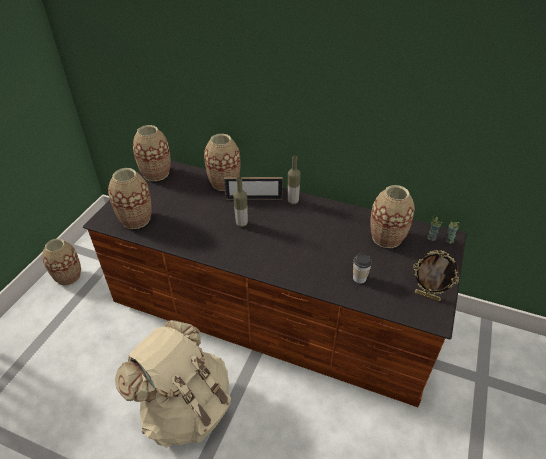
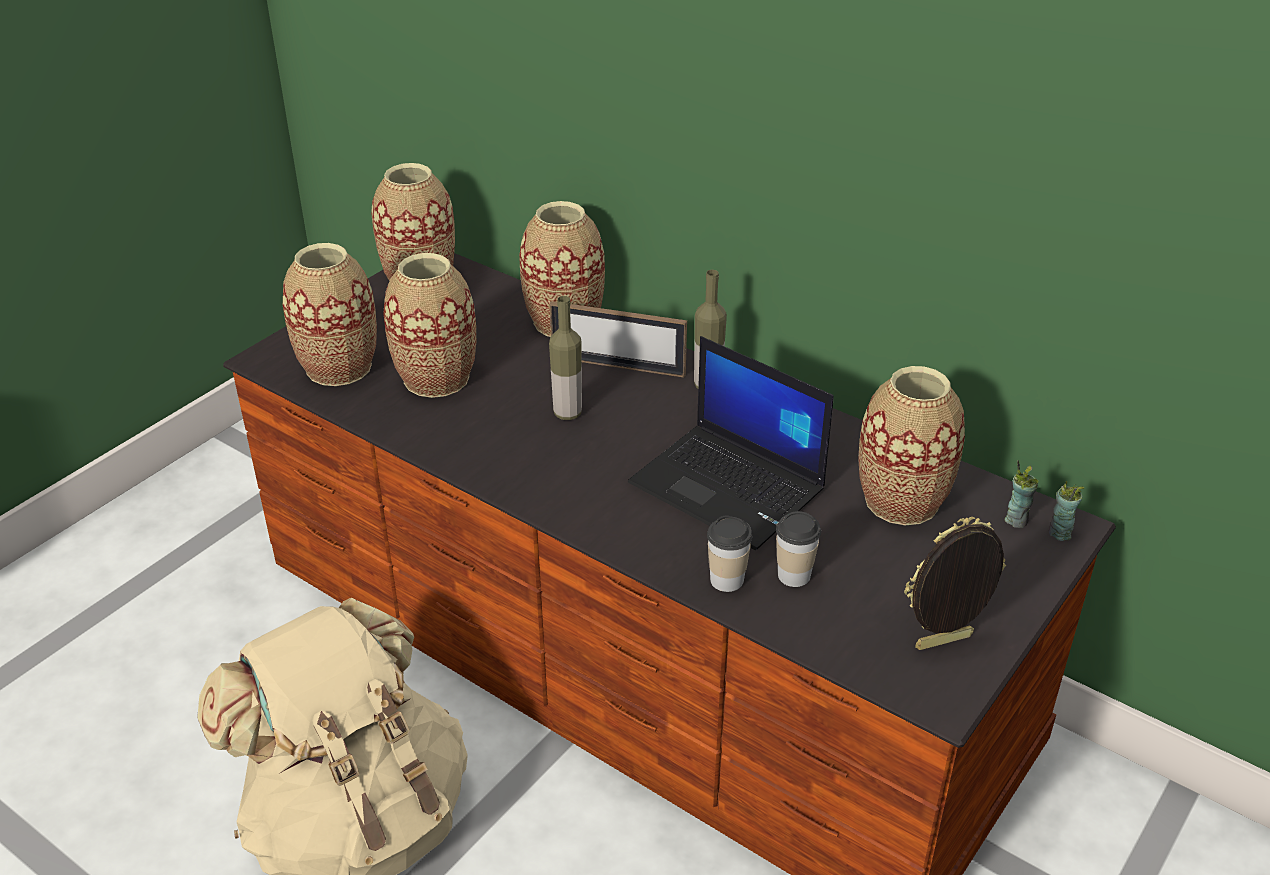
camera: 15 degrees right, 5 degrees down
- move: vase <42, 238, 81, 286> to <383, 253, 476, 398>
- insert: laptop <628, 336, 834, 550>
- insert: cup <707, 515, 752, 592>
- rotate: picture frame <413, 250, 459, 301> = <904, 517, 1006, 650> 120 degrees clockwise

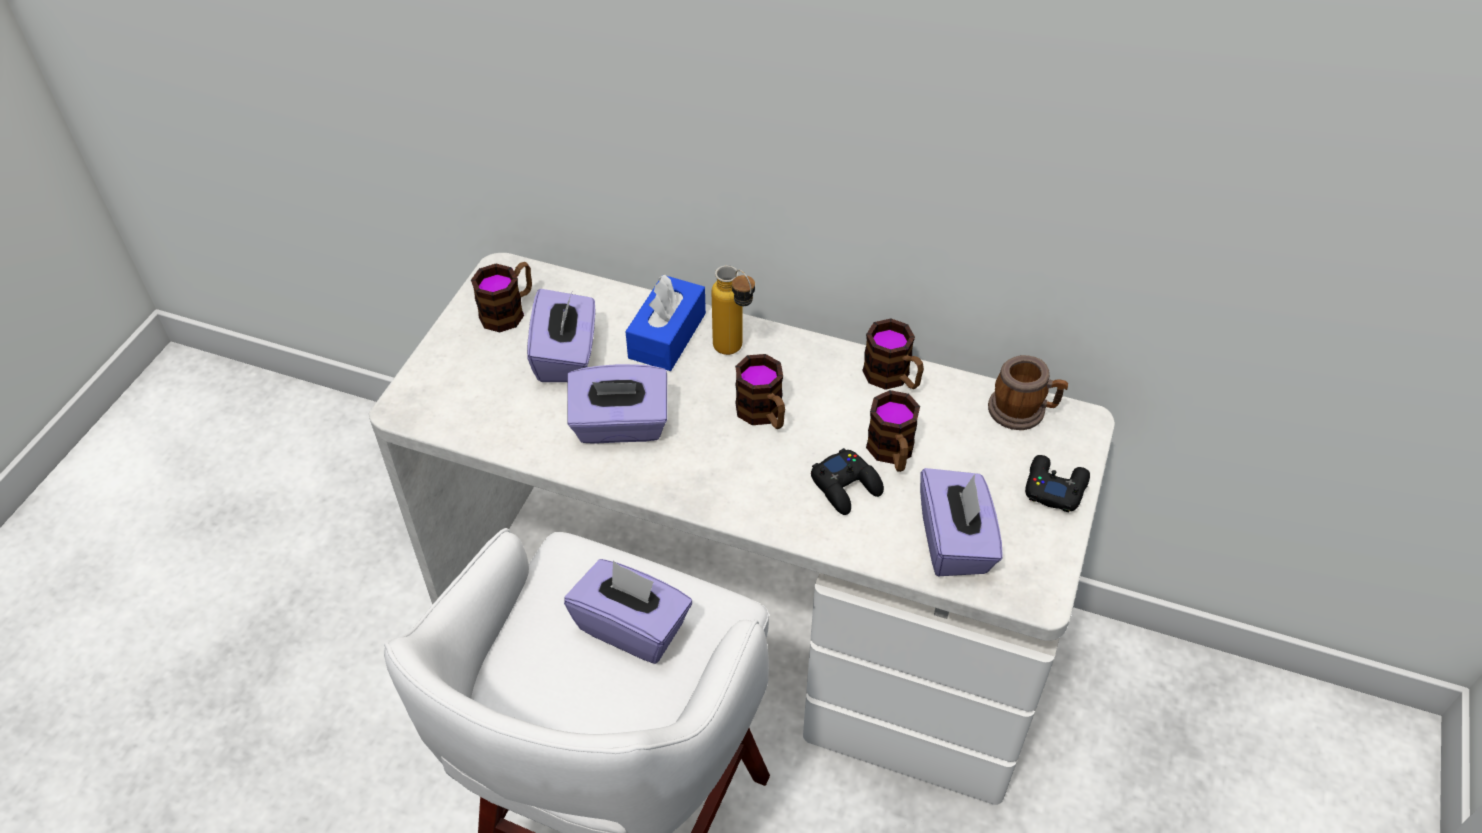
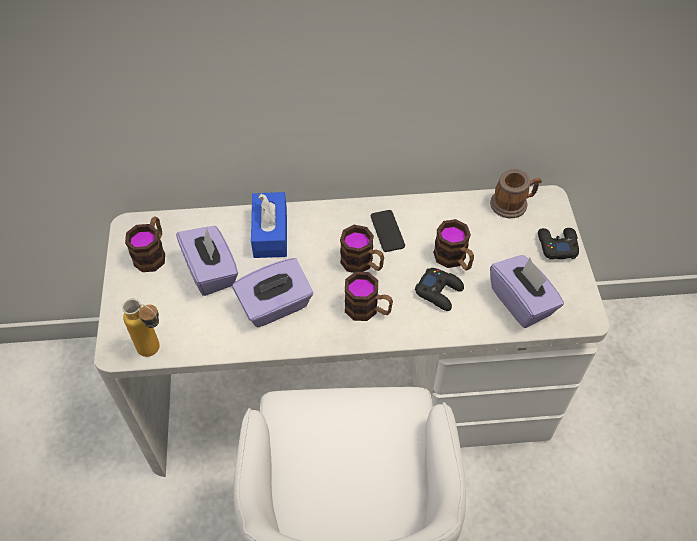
camera: 25 degrees left, 5 degrees up
- move: bottle <711, 265, 755, 355> to <122, 299, 160, 357>
- move: mug <862, 318, 924, 390> to <345, 272, 393, 321>
- insert: phone <371, 210, 405, 252>
- delete: purple tissue box <564, 559, 692, 664>

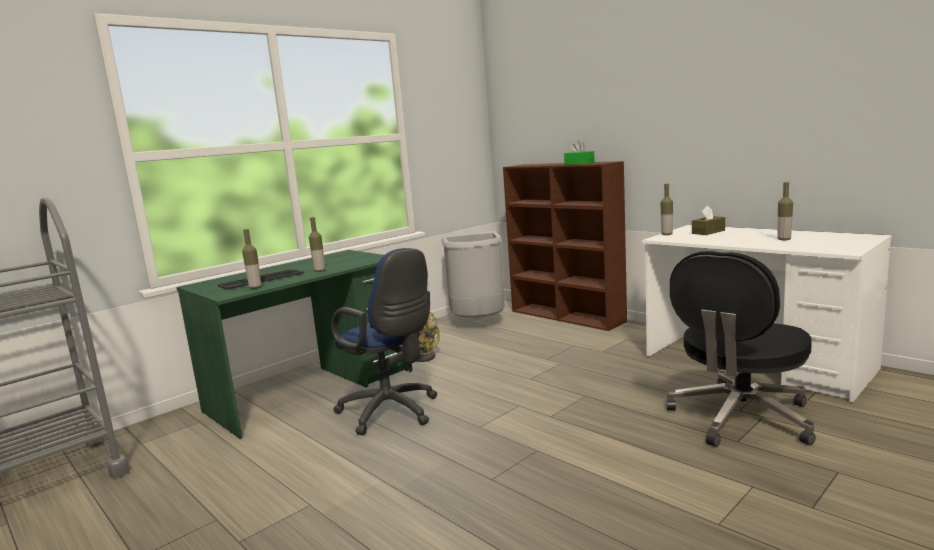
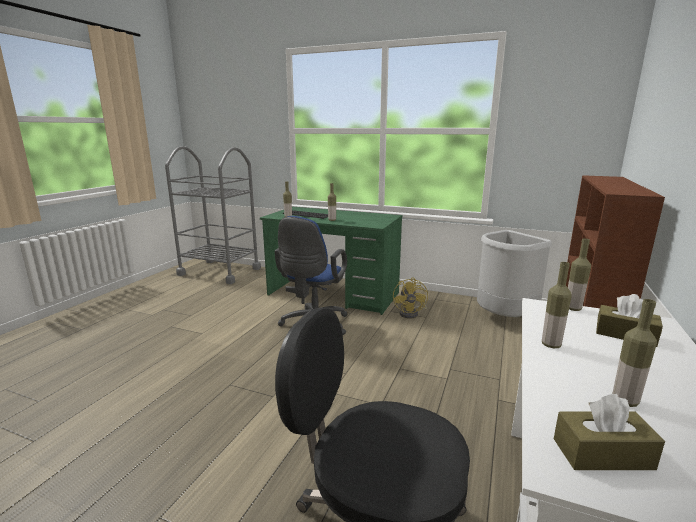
camera: 65 degrees right, 5 degrees up
- insert: bottle <542, 262, 572, 348>
- insert: brown tissue box <554, 394, 665, 470>
- delete: green tissue box <564, 141, 595, 165>

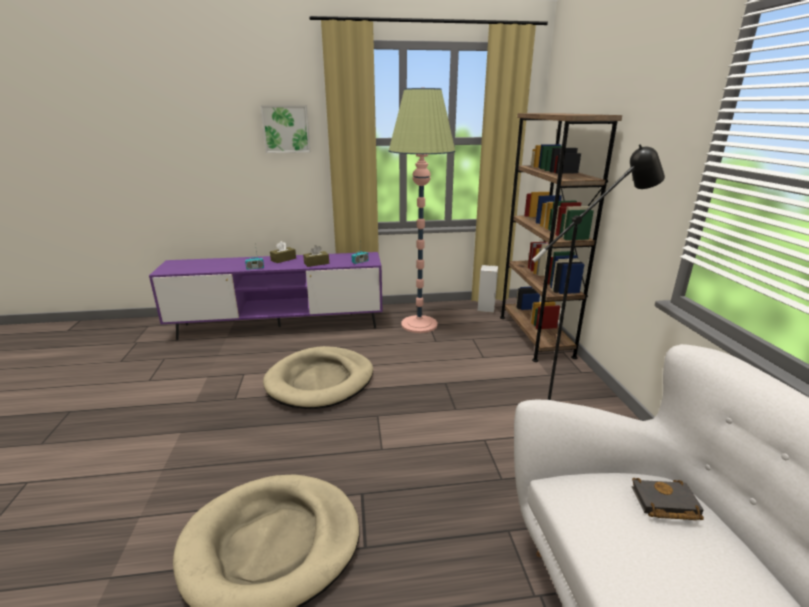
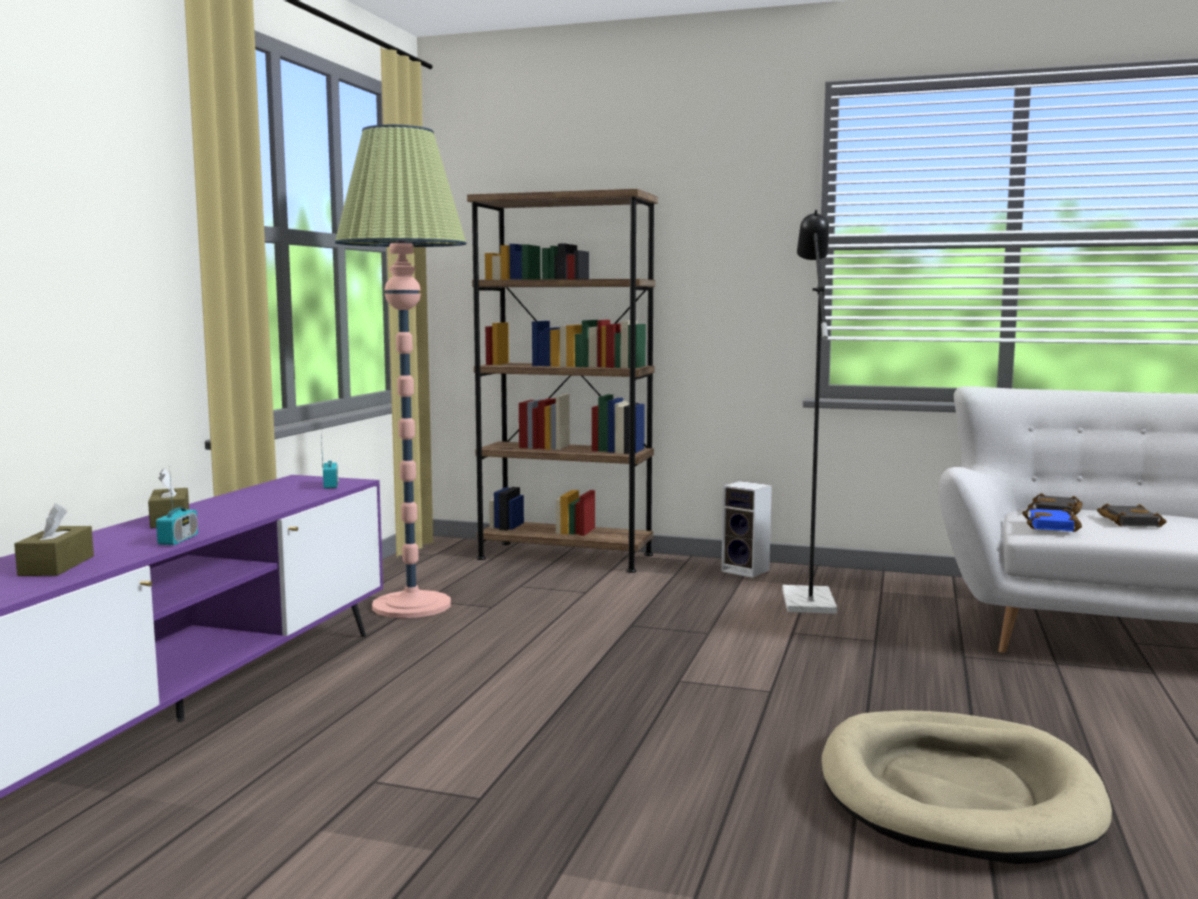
camera: 65 degrees left, 15 degrees down
- move: brown tissue box <303, 245, 329, 267> to <14, 503, 94, 576>
- move: speaker <478, 265, 498, 313> to <721, 481, 772, 578>
- insert: blue book <1022, 507, 1082, 532>
- insert: black book <1097, 503, 1167, 527>
- delete: picture <260, 105, 310, 153>
- delete: beige dog bed <263, 346, 373, 409>

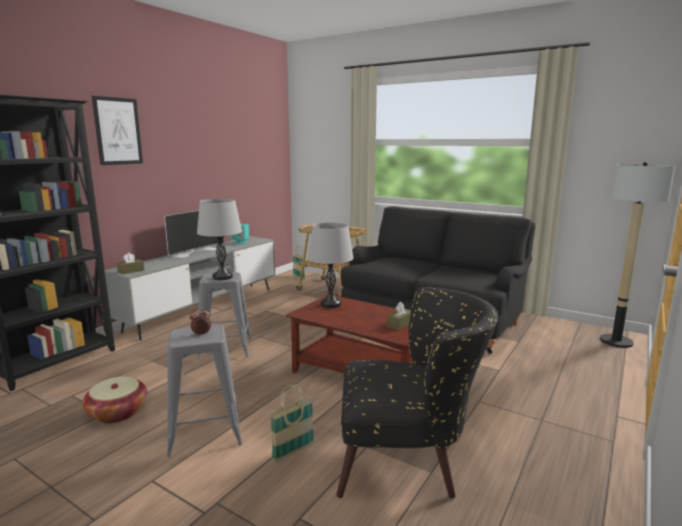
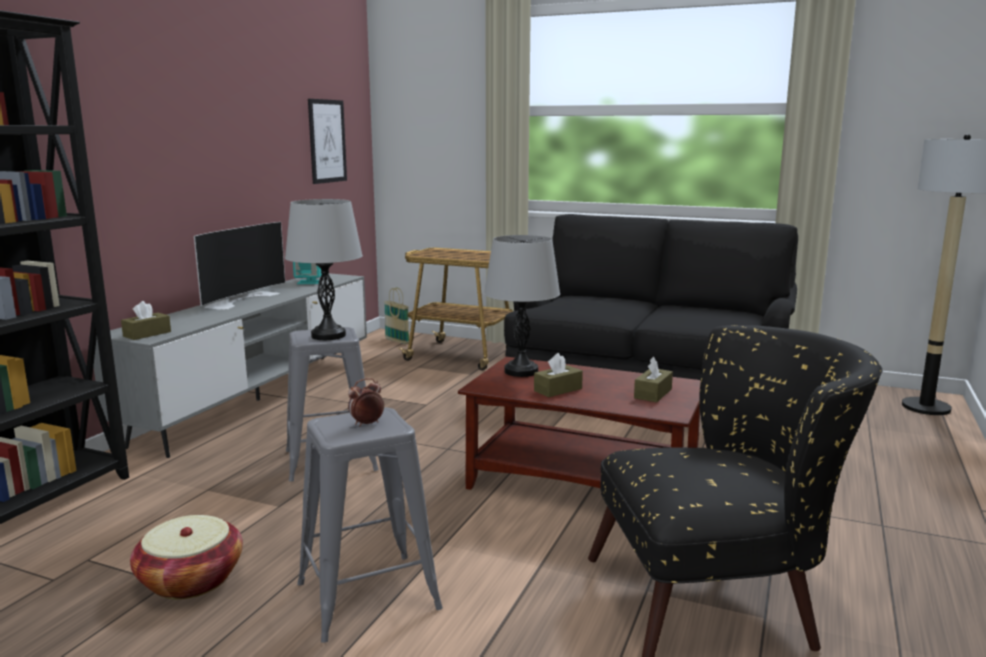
camera: 10 degrees left, 0 degrees up
- move: picture <92, 96, 143, 165> to <308, 99, 347, 184>
- insert: brown tissue box <534, 353, 583, 397>
- delete: basket <270, 384, 314, 462>

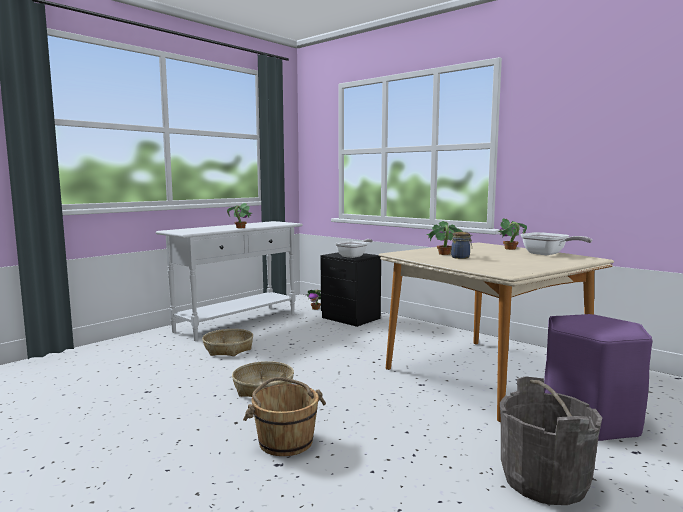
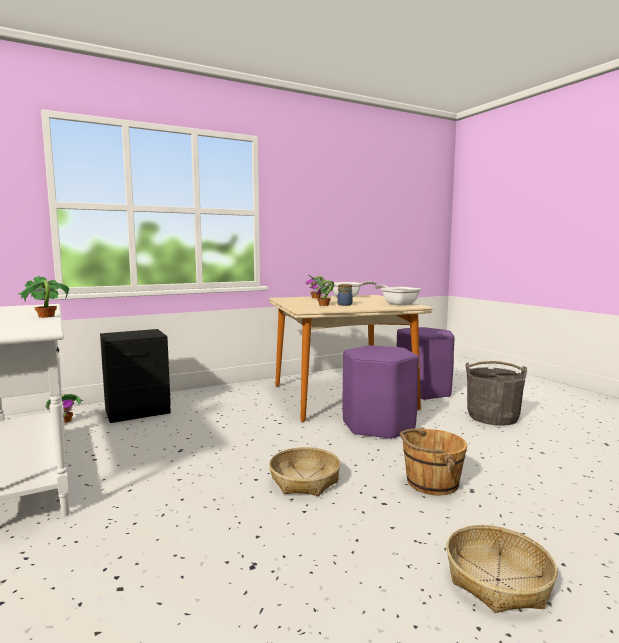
camera: 70 degrees left, 0 degrees up
- insert: purple stool <343, 345, 419, 439>
- move: frying pan <335, 239, 373, 258> to <375, 285, 421, 306>
- move: basket <202, 329, 253, 356> to <446, 525, 557, 613>

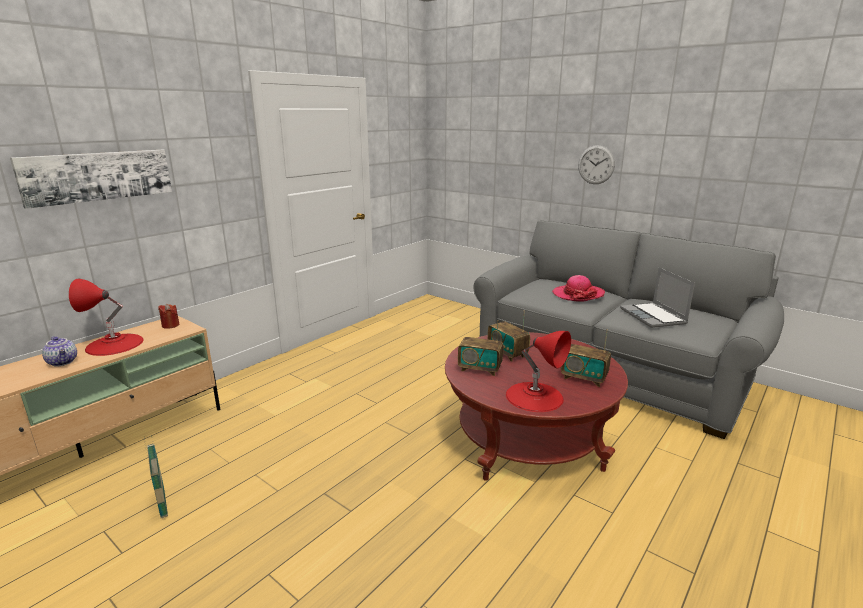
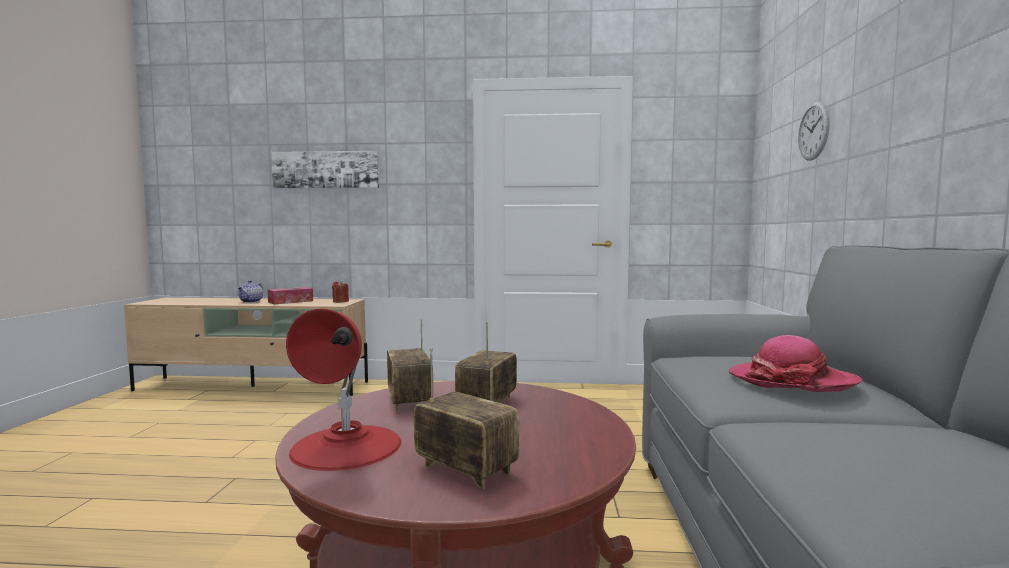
camera: 55 degrees right, 15 degrees down
- replace: red table lamp <69, 279, 143, 356> to tissue box <267, 287, 313, 305>
- rotate: radio <561, 329, 611, 387> = <414, 348, 519, 489> 135 degrees clockwise
- move: wall clock <578, 145, 615, 184> to <798, 101, 830, 161>
- delete: basket <144, 435, 168, 518>
- delete: laptop <620, 267, 695, 328>

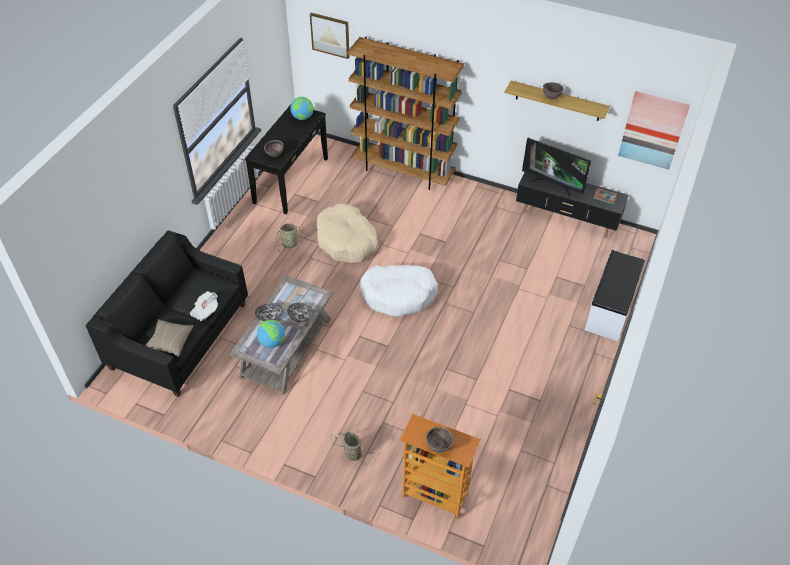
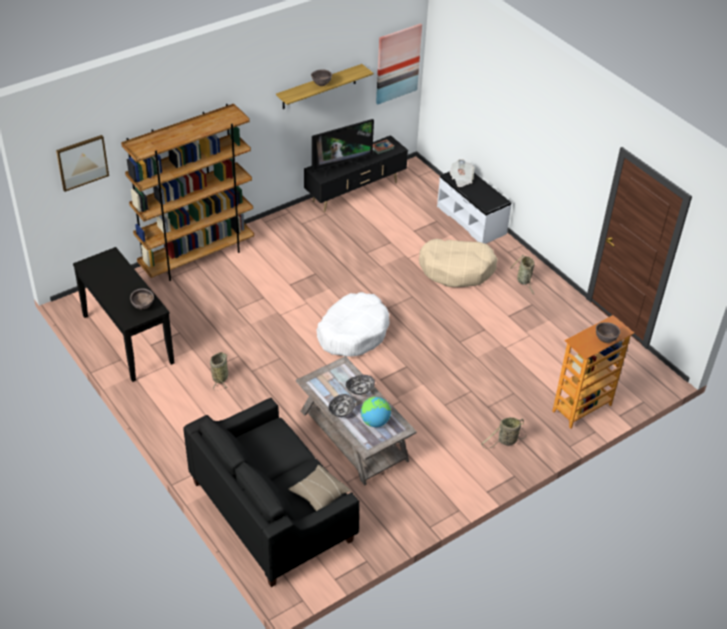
camera: 60 degrees left, 5 degrees down
- move: beige dog bed <317, 203, 378, 263> to <419, 239, 498, 287>
- move: newspaper <190, 291, 218, 321> to <449, 159, 474, 187>
- insert: basket <510, 255, 535, 294>
- delete: globe <290, 97, 313, 120>

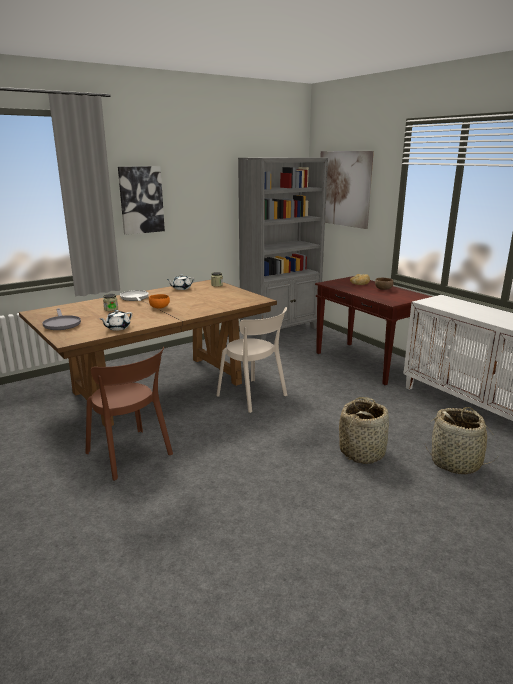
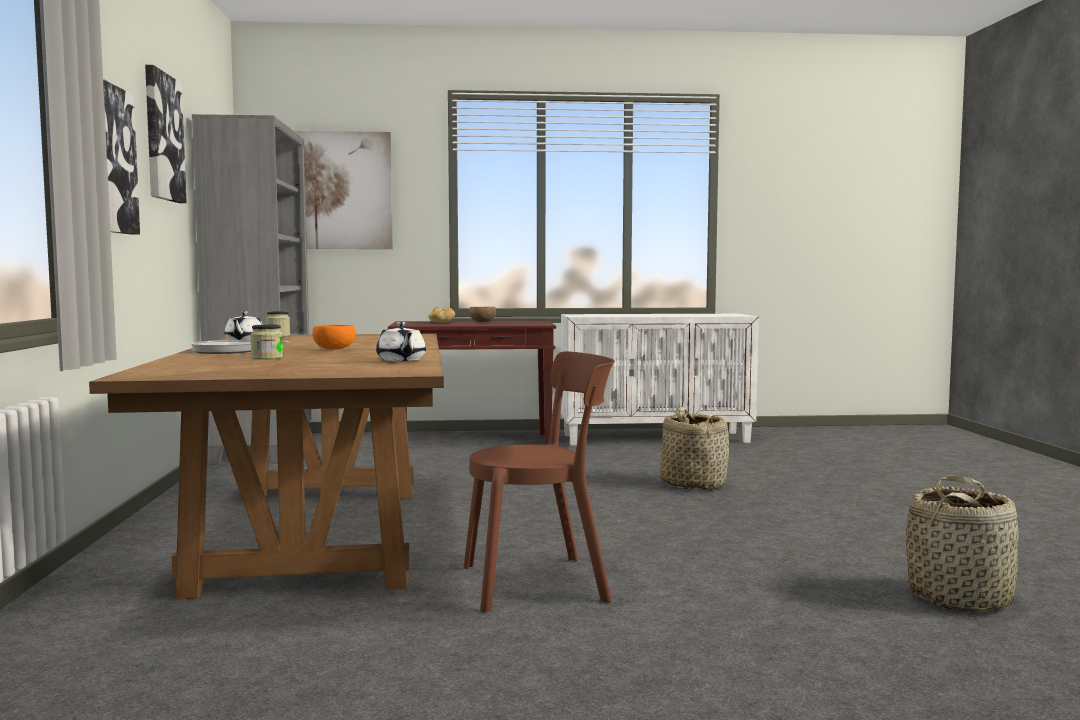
camera: 60 degrees left, 15 degrees down
- insert: picture <145, 65, 187, 203>
- move: basket <426, 407, 498, 474> to <906, 475, 1019, 613>
- delete: grey frying pan <43, 308, 81, 330>
- delete: beige chair <216, 307, 287, 413>

